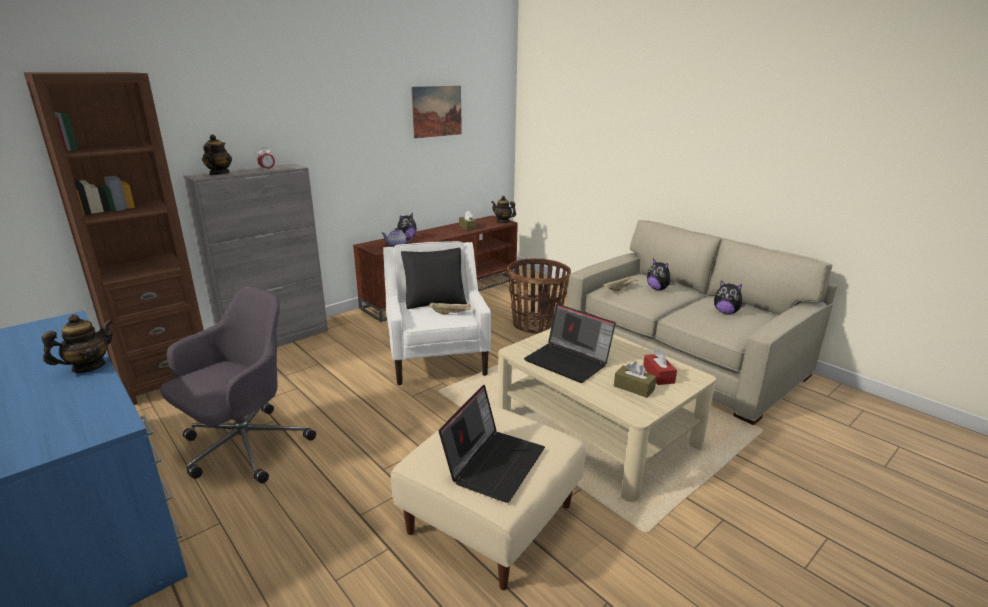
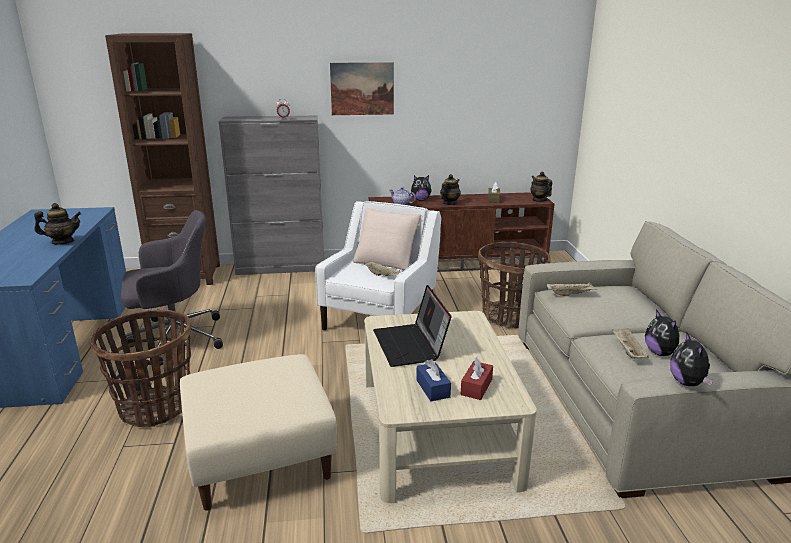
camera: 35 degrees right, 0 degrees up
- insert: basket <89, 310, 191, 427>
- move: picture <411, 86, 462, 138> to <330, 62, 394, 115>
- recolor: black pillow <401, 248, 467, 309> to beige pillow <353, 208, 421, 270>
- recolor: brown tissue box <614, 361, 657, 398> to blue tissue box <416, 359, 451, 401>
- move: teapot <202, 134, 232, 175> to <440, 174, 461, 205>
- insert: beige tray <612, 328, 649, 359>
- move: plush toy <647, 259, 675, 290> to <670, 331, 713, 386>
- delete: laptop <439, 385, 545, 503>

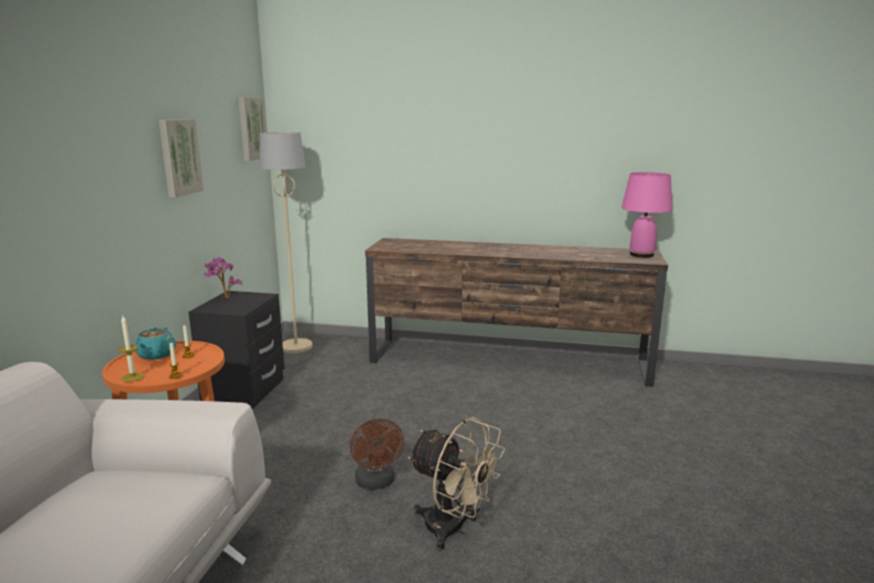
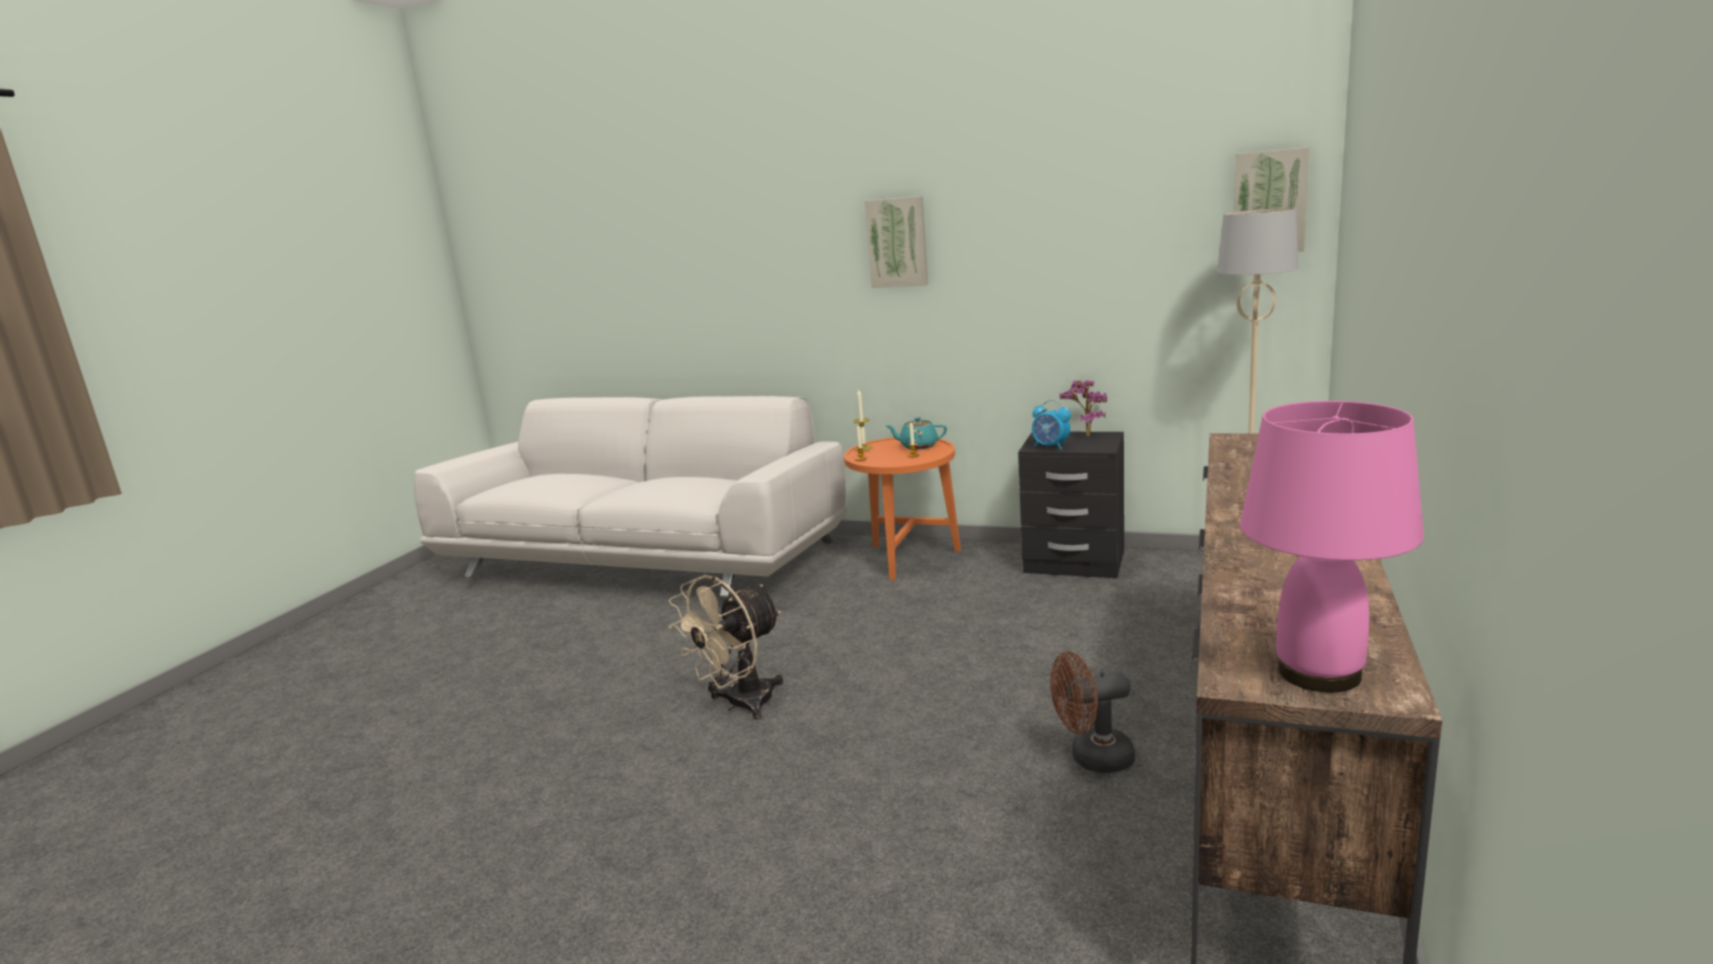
camera: 100 degrees right, 0 degrees up
- move: picture <159, 119, 204, 197> to <865, 196, 928, 288>
- insert: alarm clock <1032, 400, 1071, 450>
- move: brown fan <350, 419, 404, 490> to <1050, 652, 1135, 773>

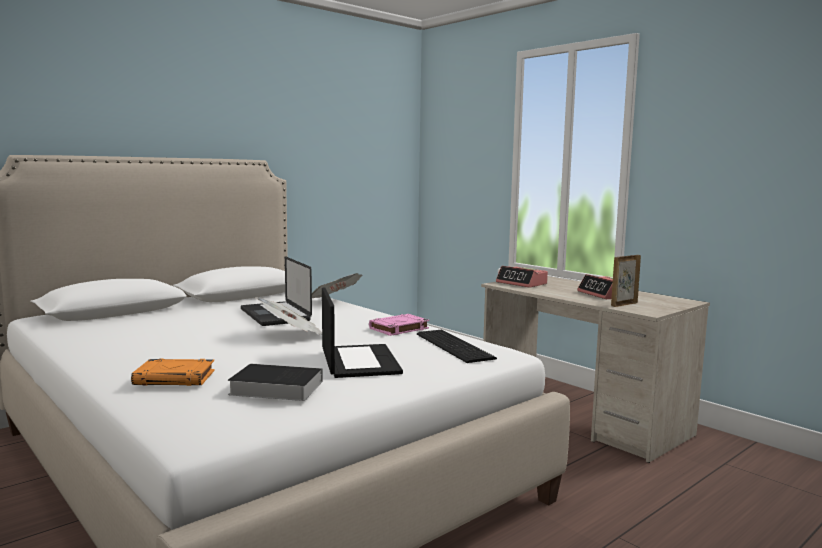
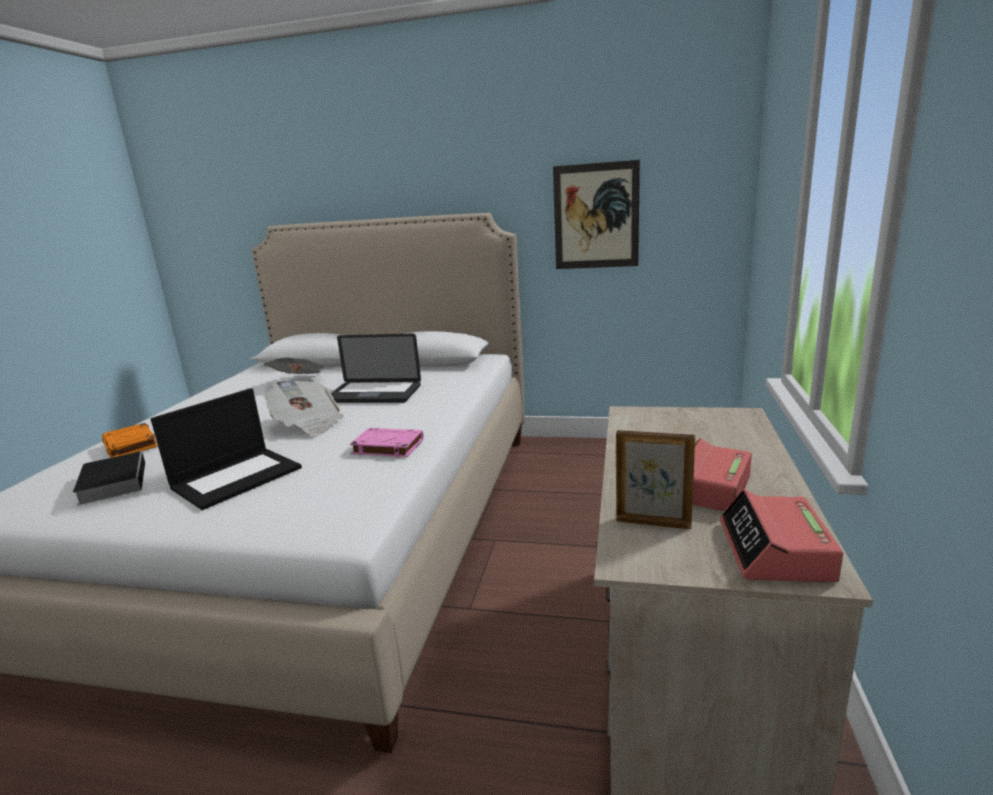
camera: 55 degrees right, 10 degrees up
- move: newspaper <312, 273, 363, 298> to <263, 358, 324, 374>
- rotate: laptop <241, 256, 312, 326> = <331, 334, 421, 403> 105 degrees counterclockwise
- insert: picture <553, 160, 640, 269>
- move: alarm clock <496, 266, 548, 288> to <720, 489, 843, 582>
- delete: keyboard <417, 330, 497, 363>

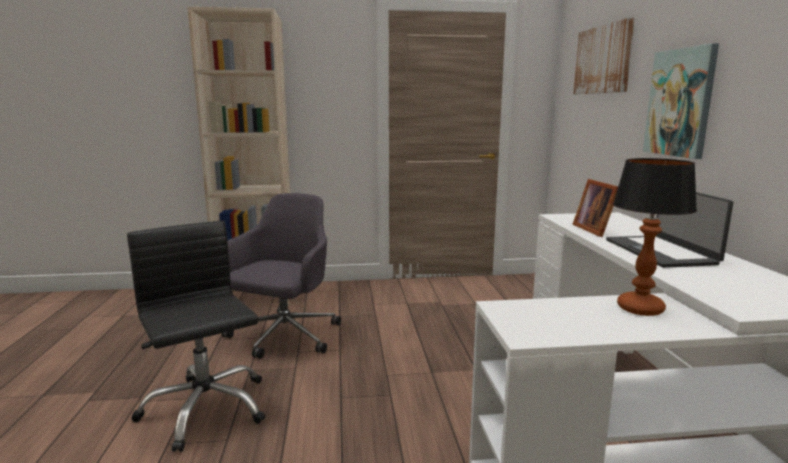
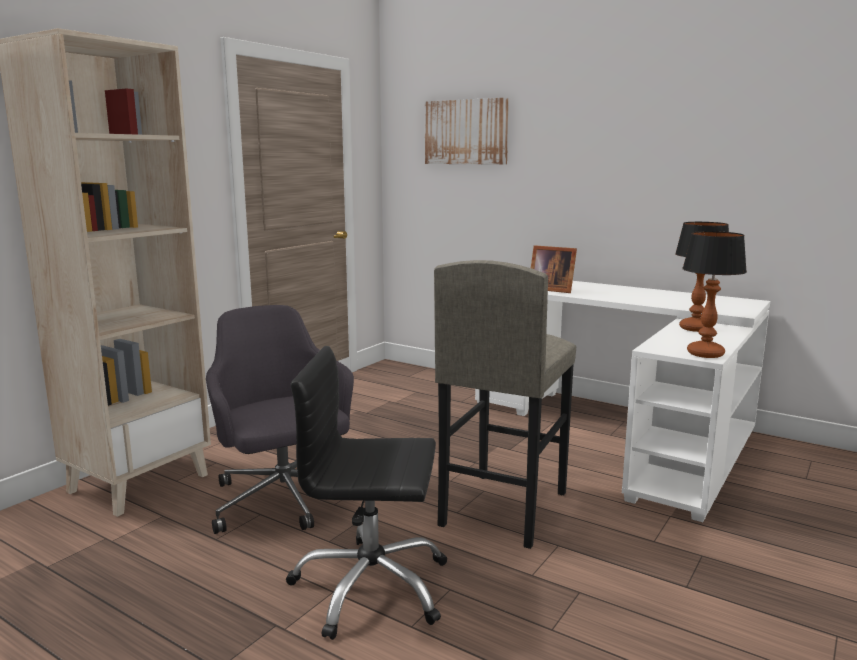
camera: 50 degrees left, 0 degrees up
- insert: grey stool <434, 260, 576, 549>
- insert: table lamp <682, 231, 747, 358>
- delete: laptop <606, 192, 733, 268>
- delete: picture <643, 43, 719, 159>

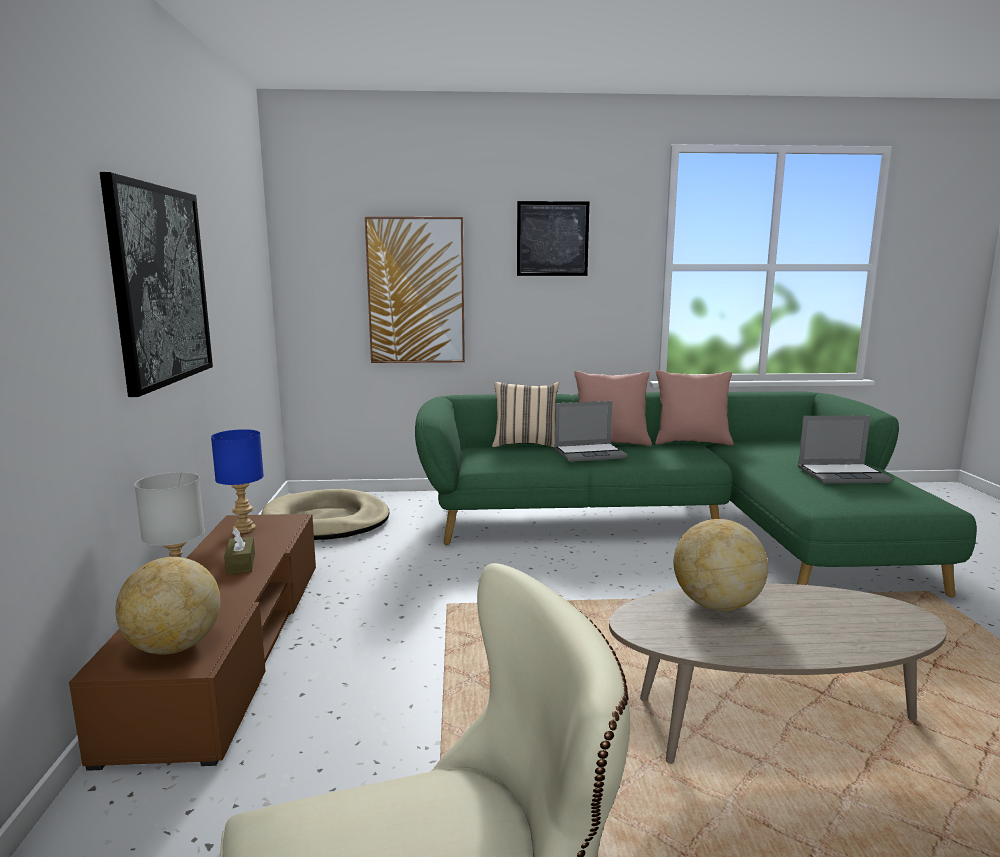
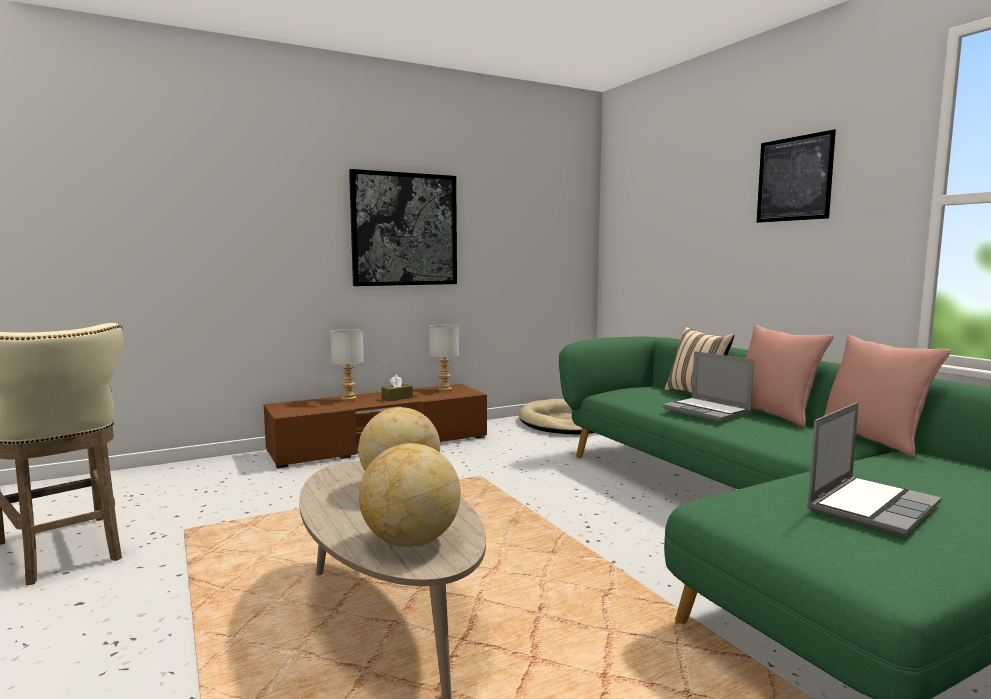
camera: 65 degrees right, 5 degrees down
- move: globe <115, 557, 220, 655> to <359, 443, 461, 547>
- recolor: blue table lamp <211, 429, 264, 533> to grey table lamp <429, 324, 459, 391>
- rotate: laptop <798, 415, 893, 484> = <807, 402, 941, 536> 105 degrees counterclockwise
- delete: picture <365, 217, 465, 363>

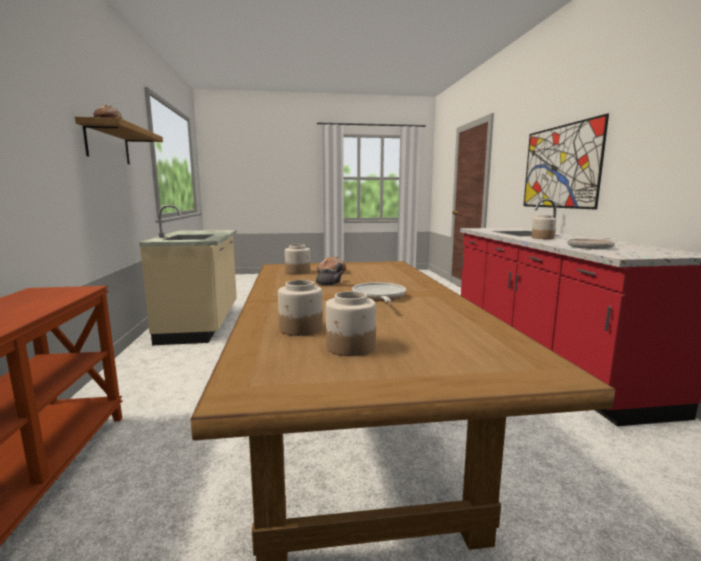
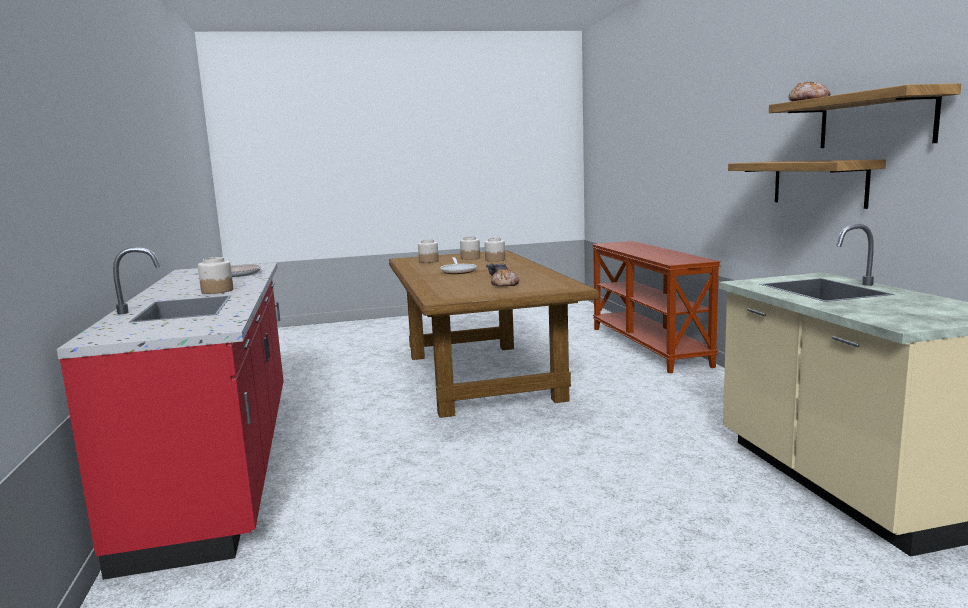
camera: 175 degrees right, 0 degrees up
- move: jar <285, 244, 310, 275> to <418, 239, 439, 263>
- insert: shelf <728, 159, 886, 209>
- delete: picture <523, 113, 609, 210>

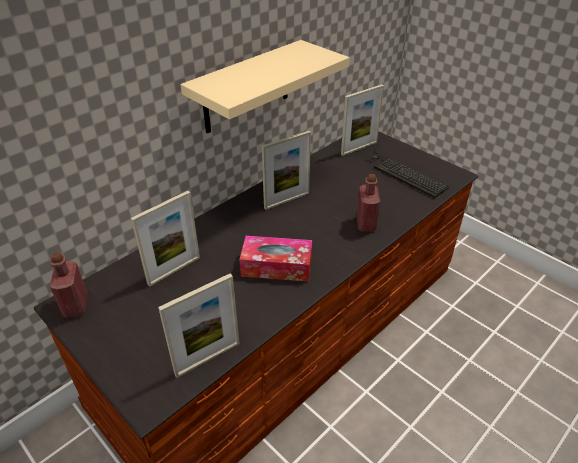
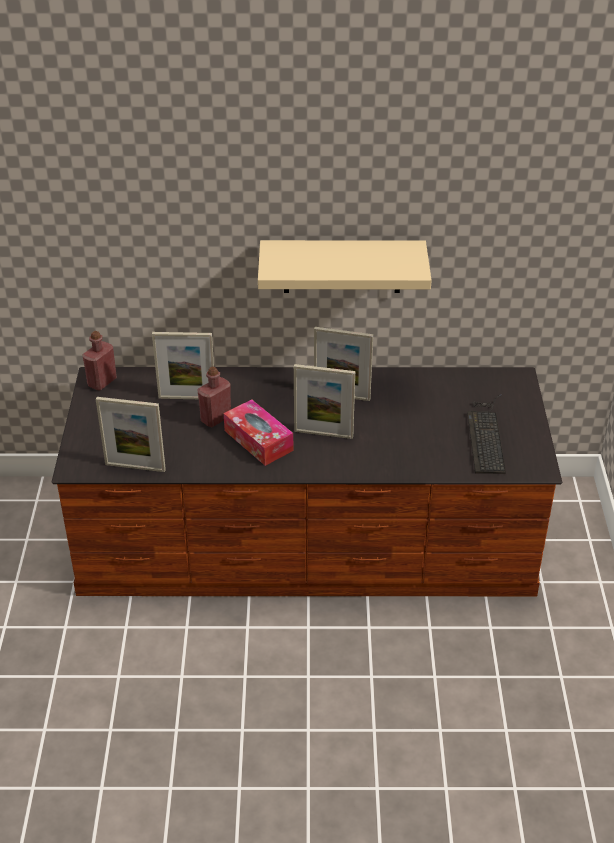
camera: 45 degrees right, 0 degrees up
- move: red bottle <356, 174, 380, 232> to <198, 366, 231, 427>
- move: picture frame <341, 84, 384, 156> to <294, 364, 355, 439>

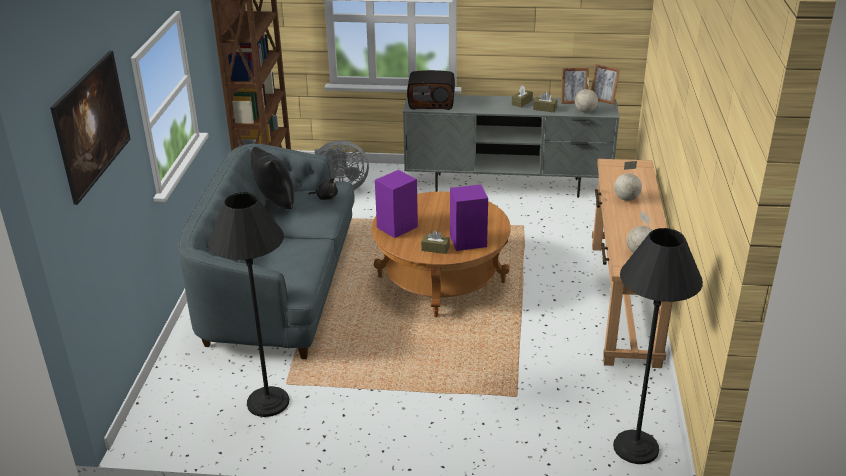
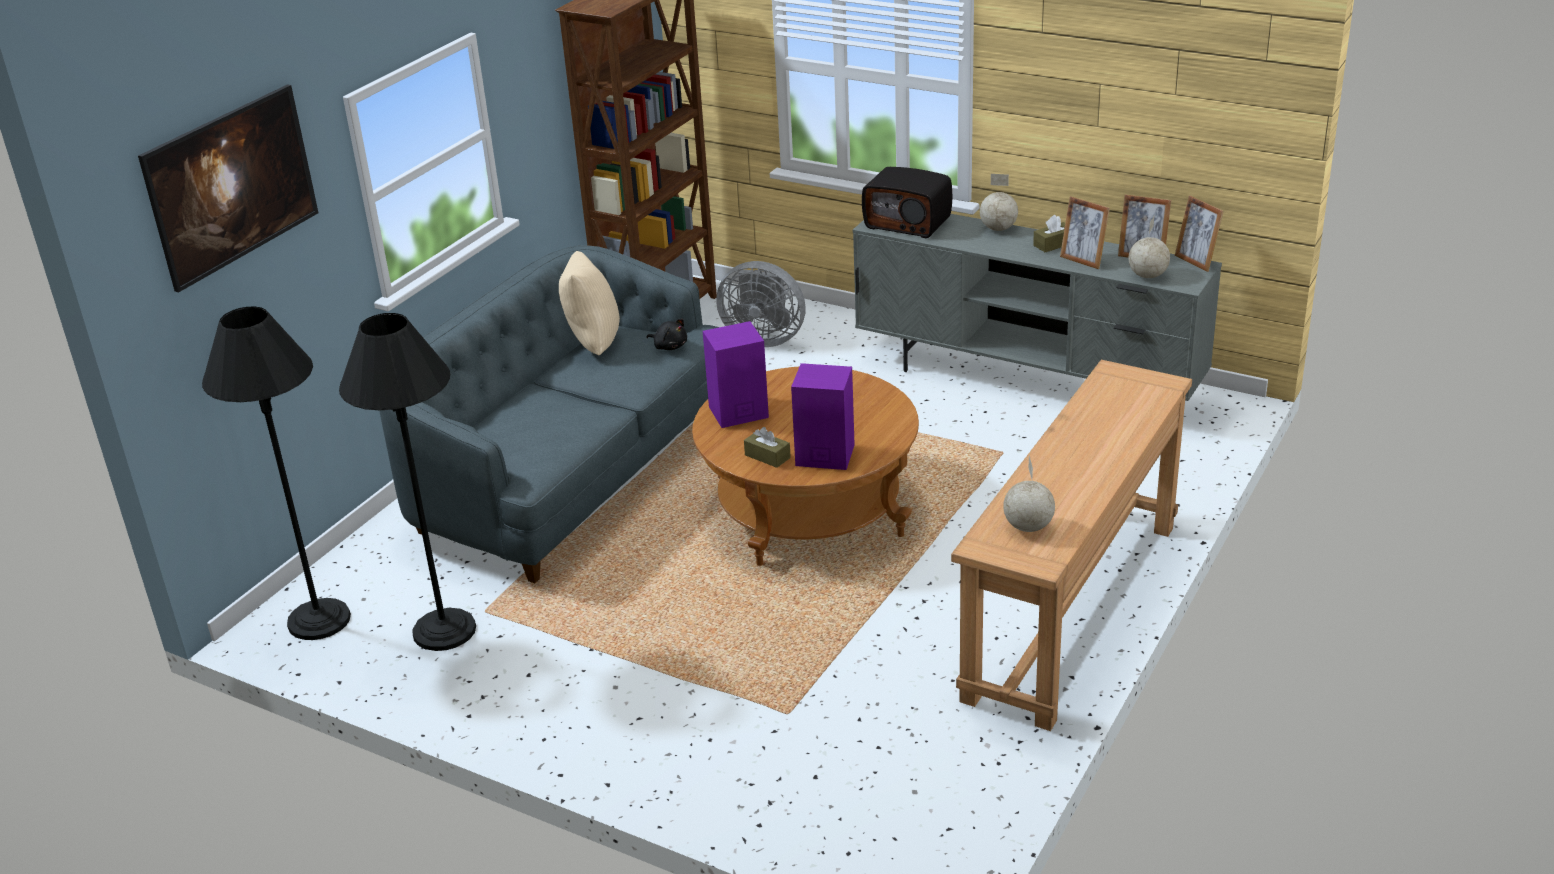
camera: 25 degrees right, 0 degrees up
- move: black floor lamp <613, 228, 703, 464> to <202, 307, 351, 640>
- recolor: black pillow <251, 147, 295, 210> to beige pillow <559, 251, 620, 355>
- move: globe <614, 161, 642, 201> to <980, 174, 1018, 231>
- replace: brown tissue box <533, 92, 557, 112> to picture frame <1060, 196, 1110, 269>

